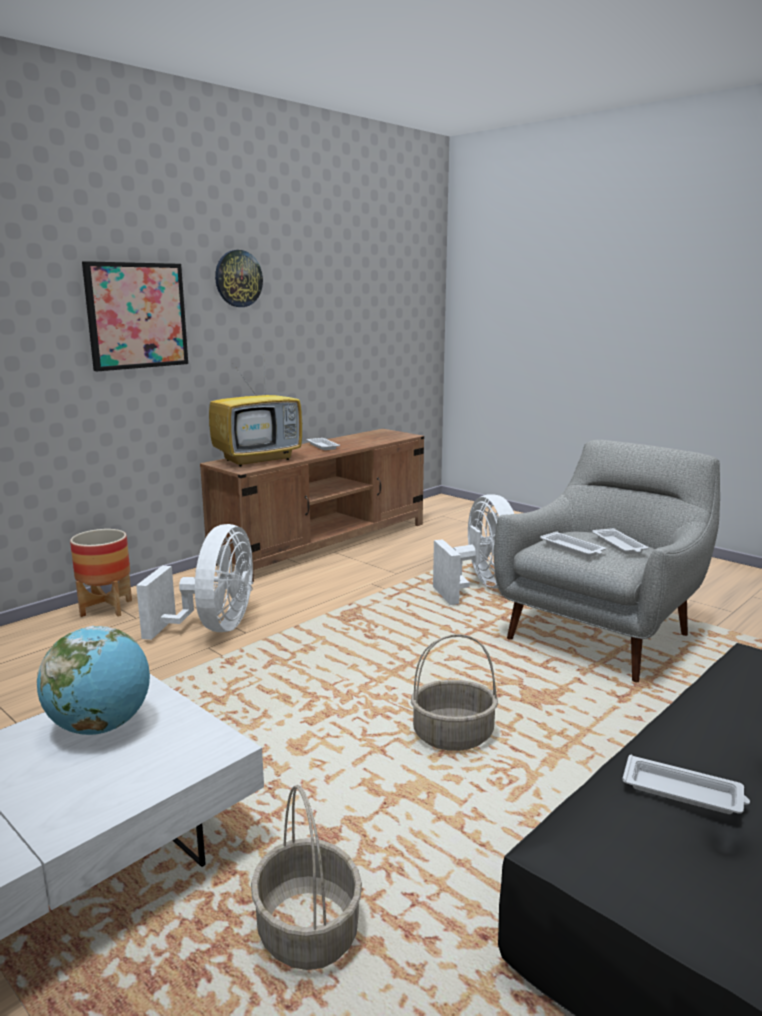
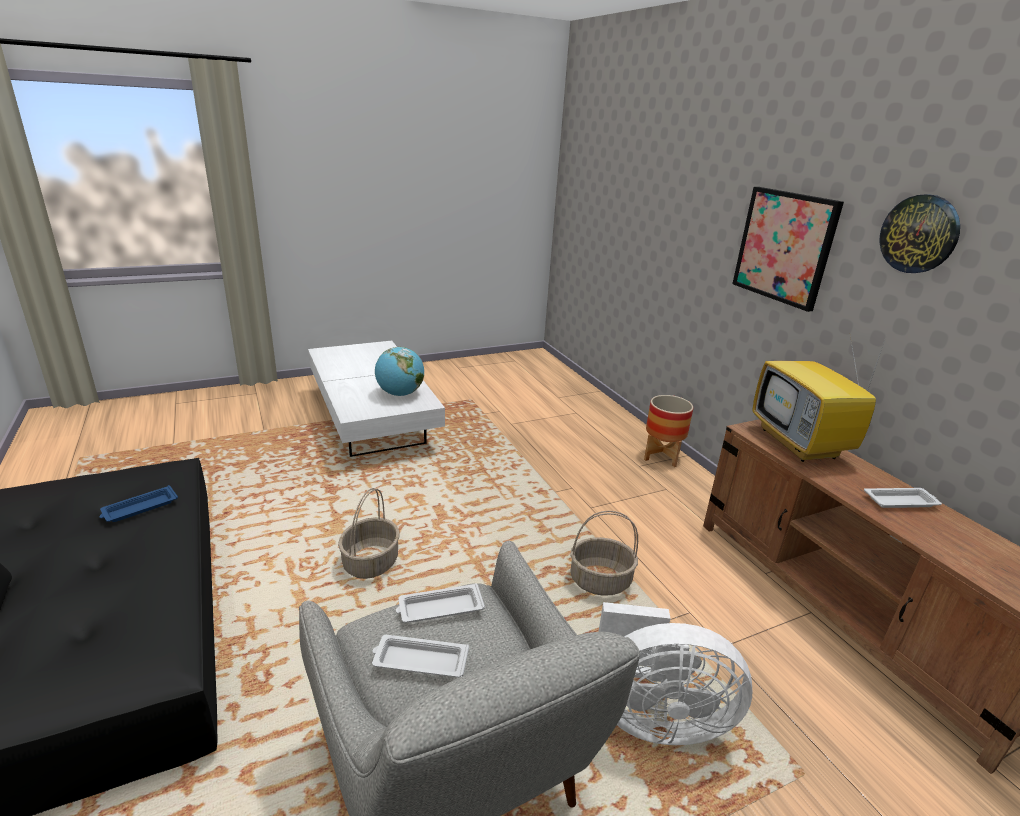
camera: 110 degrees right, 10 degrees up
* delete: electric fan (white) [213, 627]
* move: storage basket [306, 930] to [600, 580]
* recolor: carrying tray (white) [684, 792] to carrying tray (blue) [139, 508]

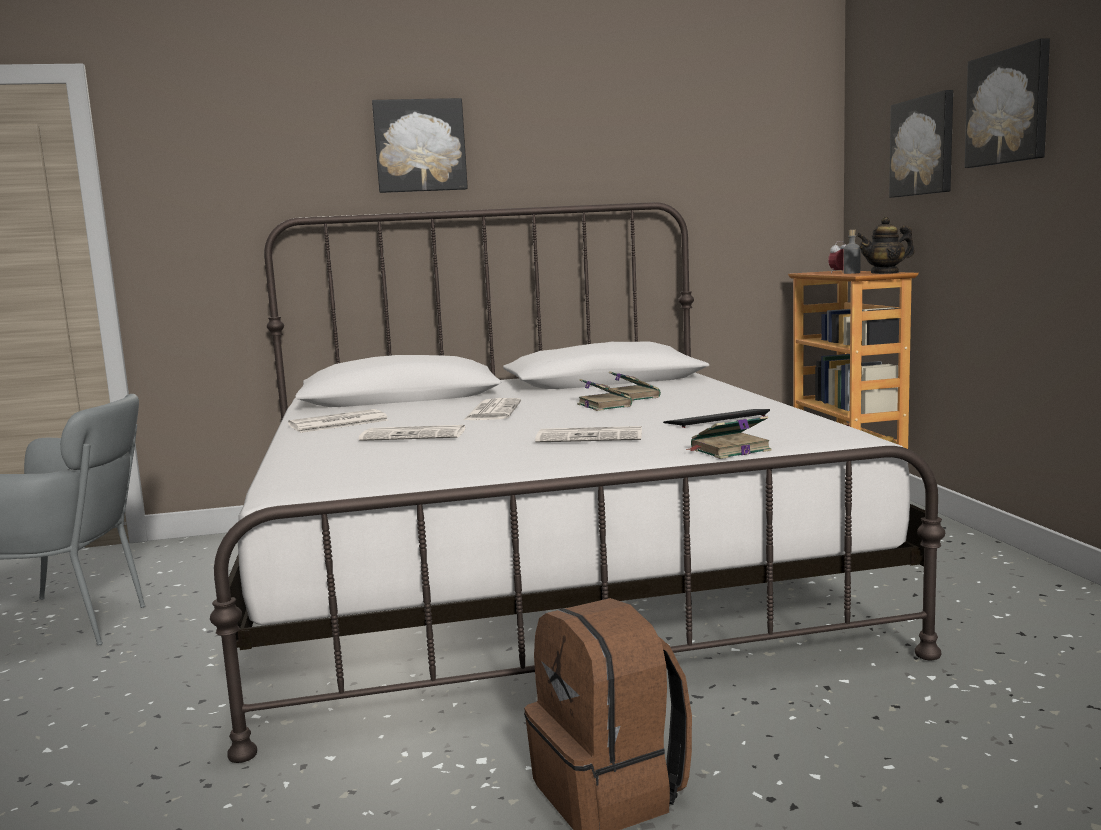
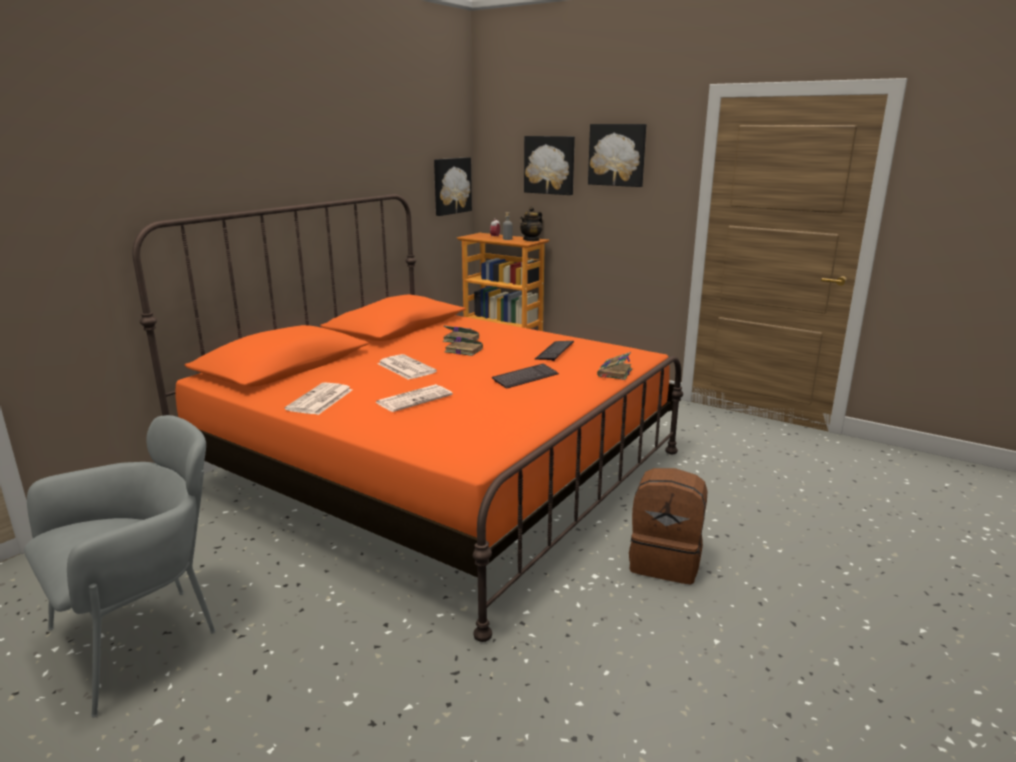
camera: 45 degrees left, 10 degrees up
* move: picture [420, 146] to [451, 186]
* replace: newspaper [591, 437] to computer keyboard [525, 377]
* recolor: bedroom bed (white) [539, 579] to bedroom bed (orangey) [438, 471]

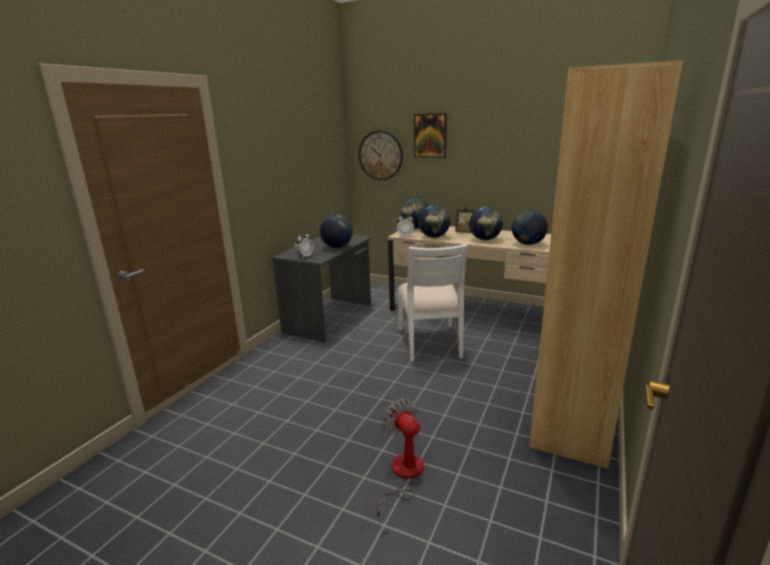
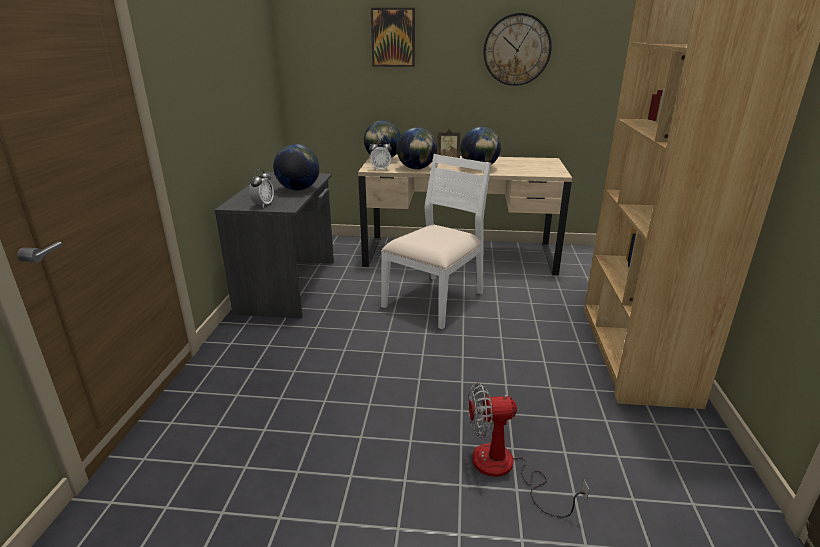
camera: 20 degrees left, 5 degrees up
* delete: world globe [528, 244]
* move: clock on the wall [380, 155] to [516, 50]
* rotate: electric fan [403, 475] = [505, 470] 45 degrees counterclockwise
* rotate: plain chair (white) [430, 342] = [435, 300] 120 degrees counterclockwise

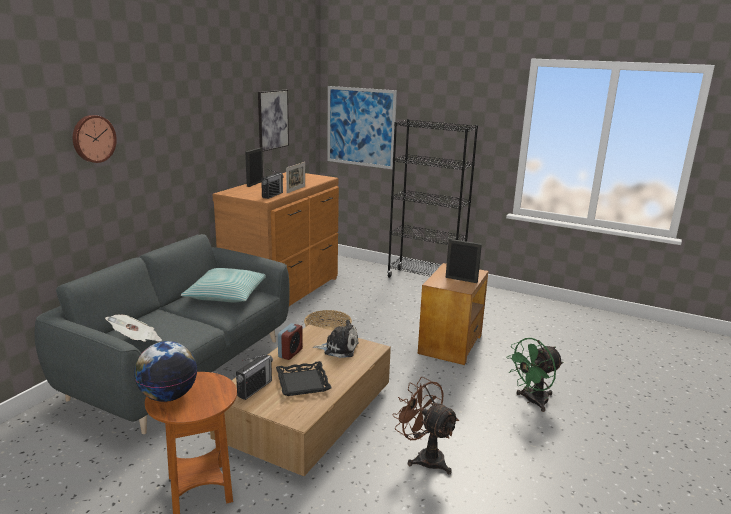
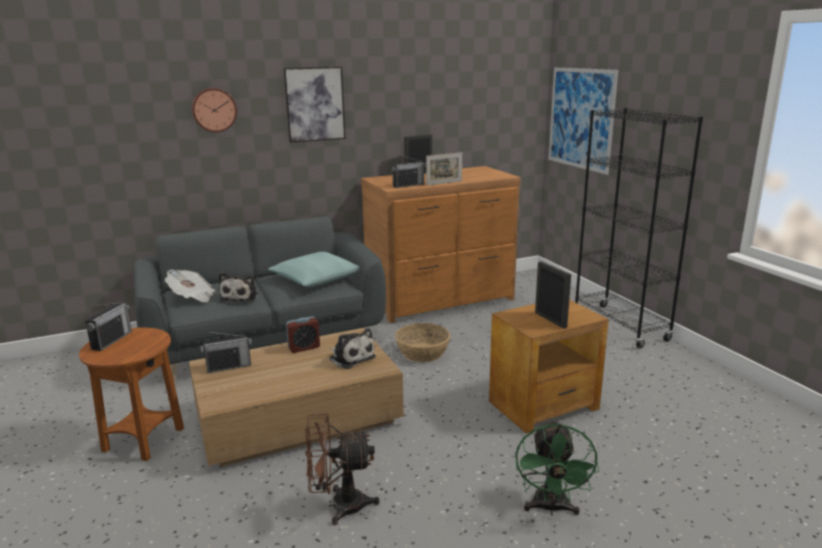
camera: 40 degrees right, 0 degrees up
* delete: carrying tray (blackish) [302, 383]
* insert: plush toy [240, 297]
* move: picture [272, 120] to [315, 104]
* replace: world globe [168, 396] to radio [112, 340]
* rotate: electric fan (brown) [424, 457] = [339, 506] 90 degrees counterclockwise
* rotate: electric fan (green-coloured) [532, 401] = [551, 508] 90 degrees counterclockwise

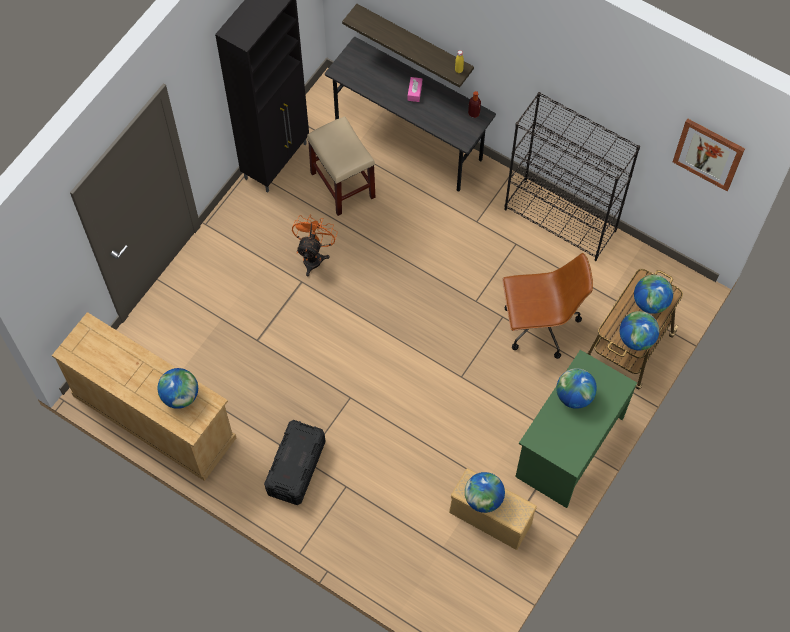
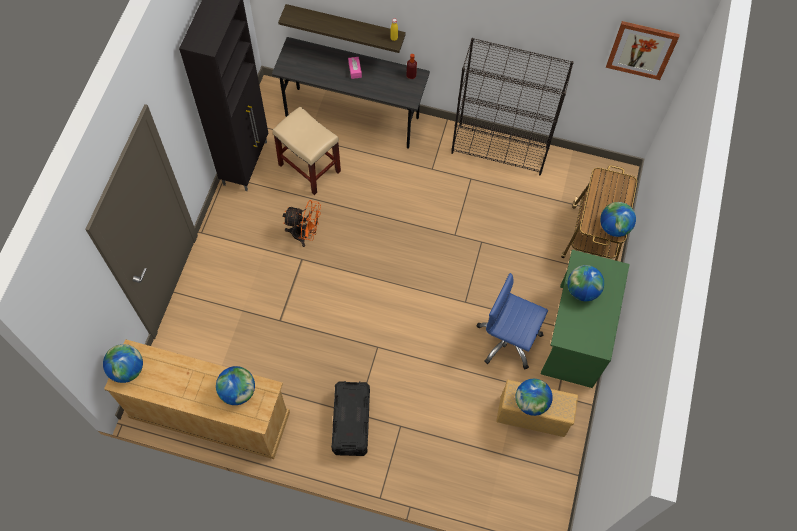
camera: 20 degrees left, 0 degrees up
* delete: office chair (brown) [539, 325]
* insert: office chair (blue) [508, 340]
* move: world globe [650, 302] to [127, 369]
* rotate: electric fan (orangey) [314, 256] = [305, 234] 105 degrees clockwise

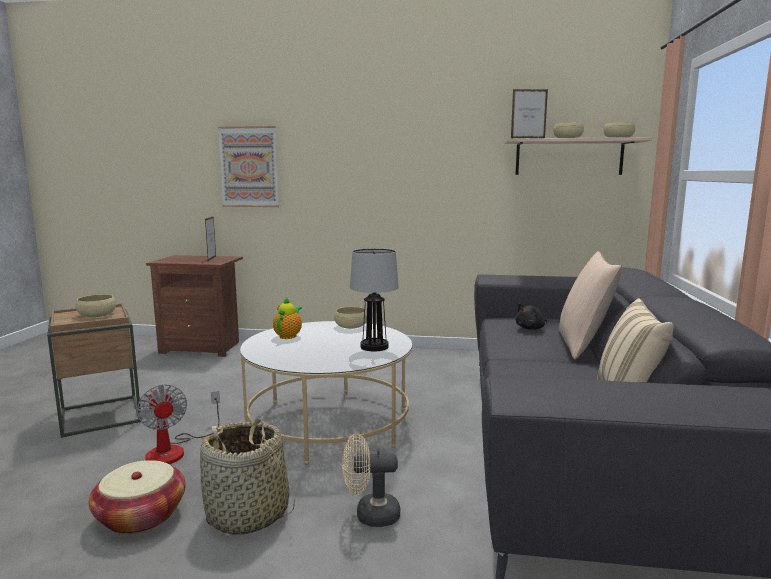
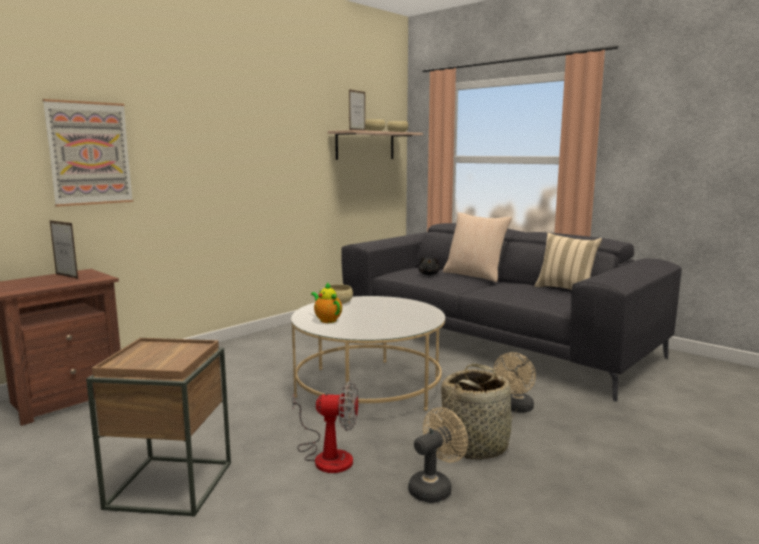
camera: 55 degrees left, 0 degrees up
* delete: bowl (beige) [97, 315]
* delete: table lamp [374, 346]
* replace: storage basket [141, 516] to electric fan (beige) [434, 487]

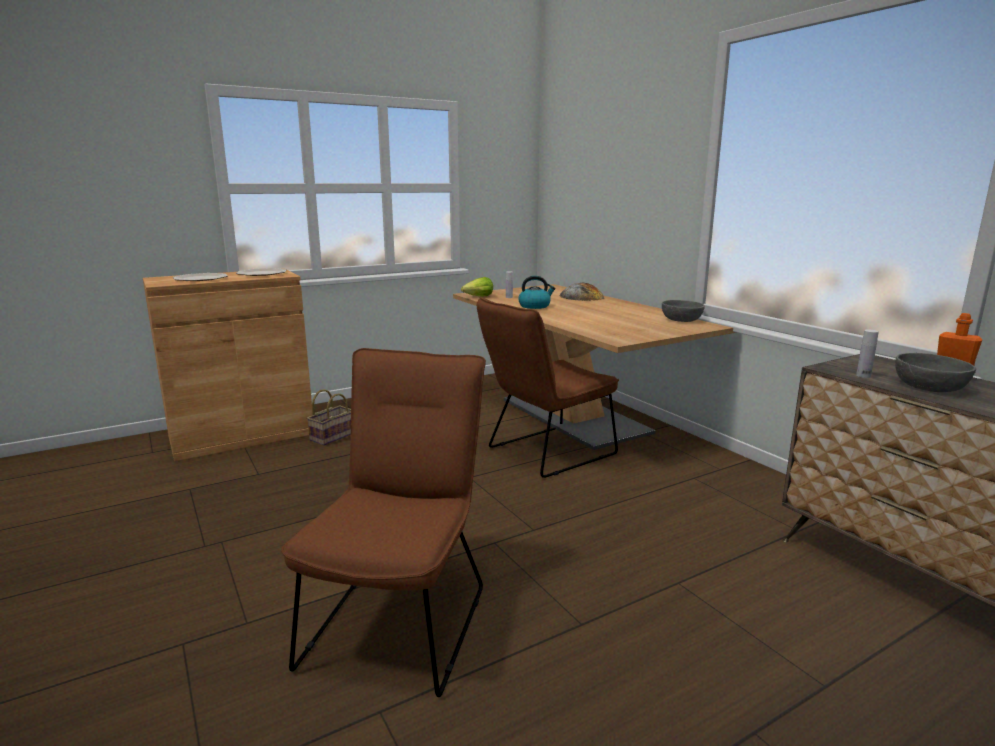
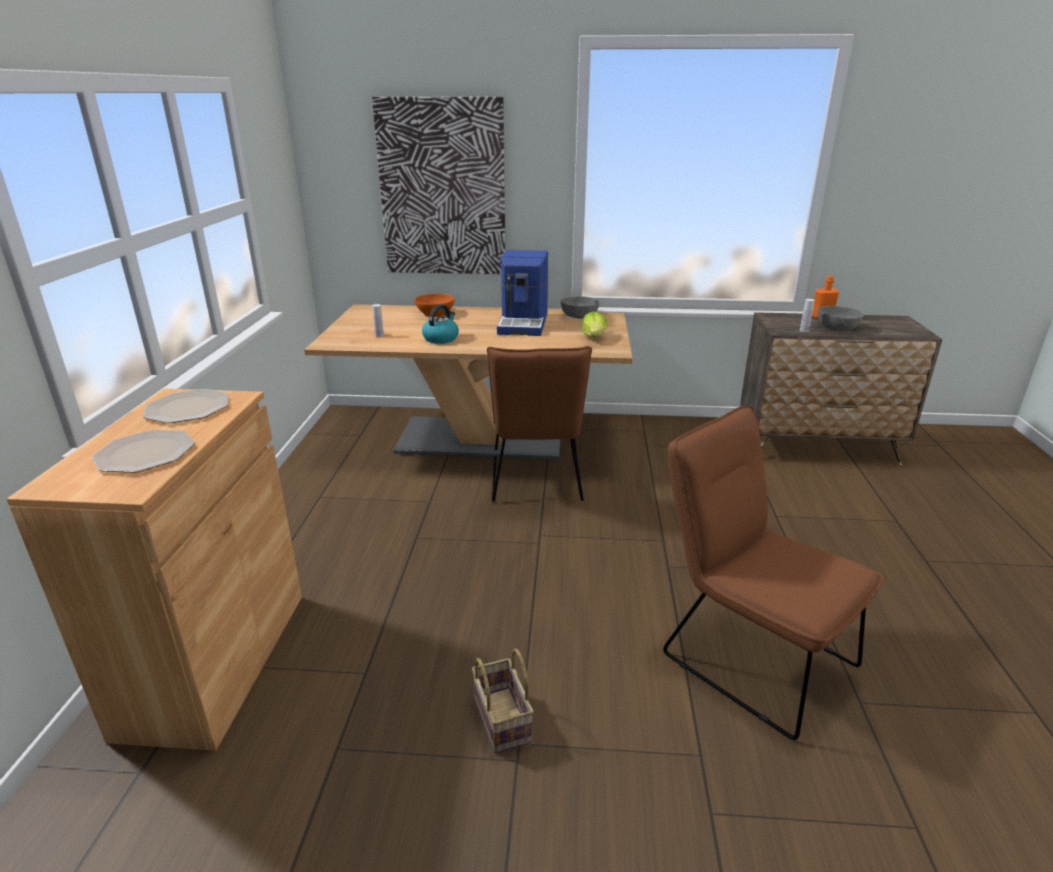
camera: 55 degrees left, 10 degrees up
* insert: picture [442, 189]
* insert: coffee brewer [524, 323]
* move: storage basket [333, 436] to [500, 718]
* move: lettuce [479, 297] to [594, 337]
* replace: bread [581, 297] to bowl (orangey) [435, 313]

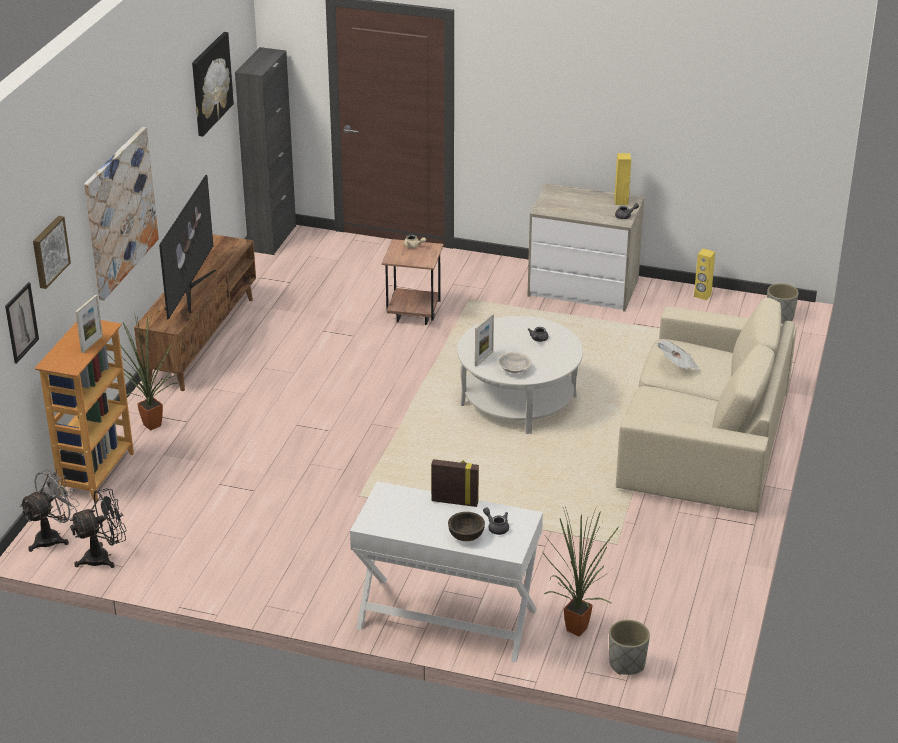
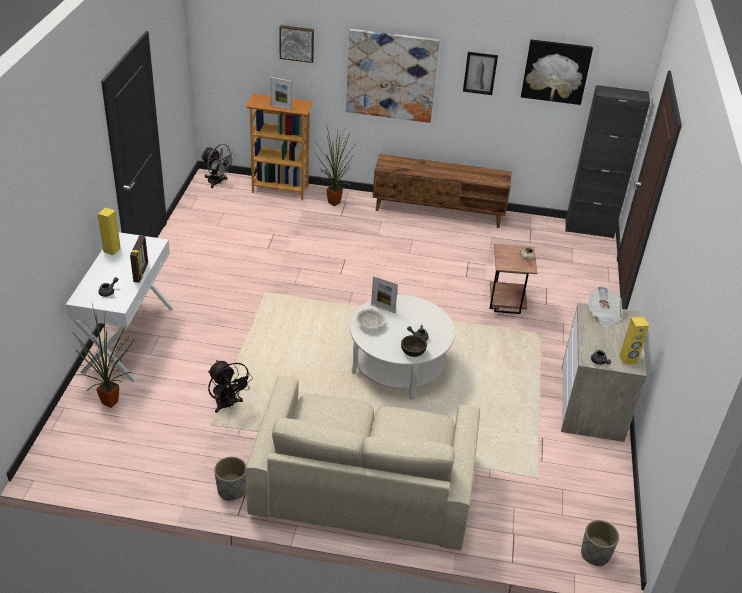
camera: 80 degrees right, 5 degrees up
* delete: TV set [189, 290]
* move: picture [21, 322] to [480, 73]
* move: electric fan (blackish) [104, 557] to [228, 405]
* move: bowl (brown) [466, 536] to [412, 352]
* move: plant pot (grey) [626, 664] to [231, 490]
* move: newspaper [677, 365] to [603, 315]
* move: audio speaker (yellowish) [702, 295] to [111, 250]

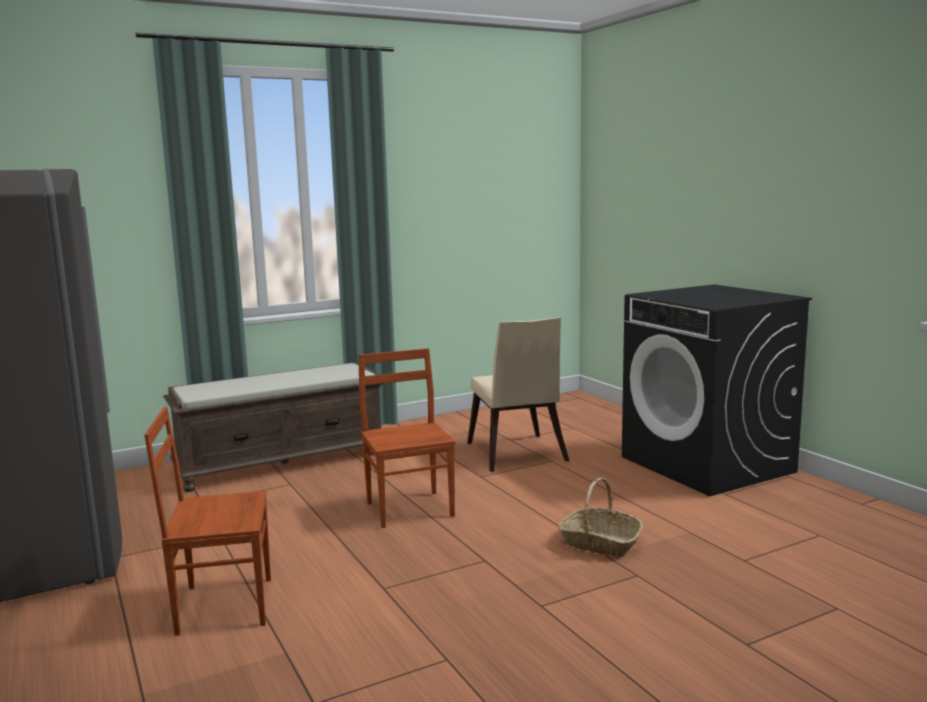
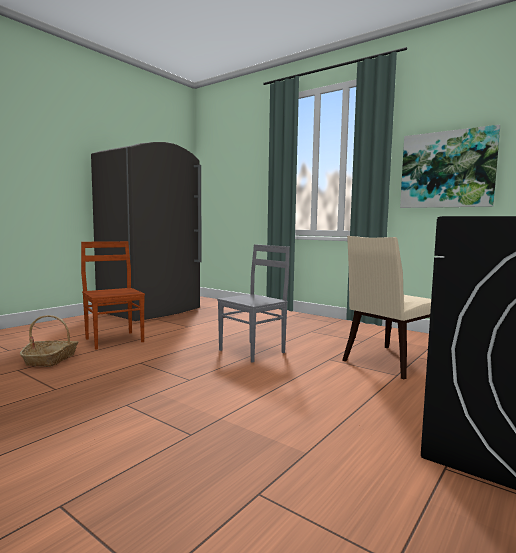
camera: 65 degrees right, 5 degrees down
* delete: indoor bench (brown) [283, 462]
* insert: picture [447, 169]
* move: storage basket [599, 543] to [51, 359]
* recolor: plain chair (brown) [410, 508] to plain chair (grey) [253, 351]

